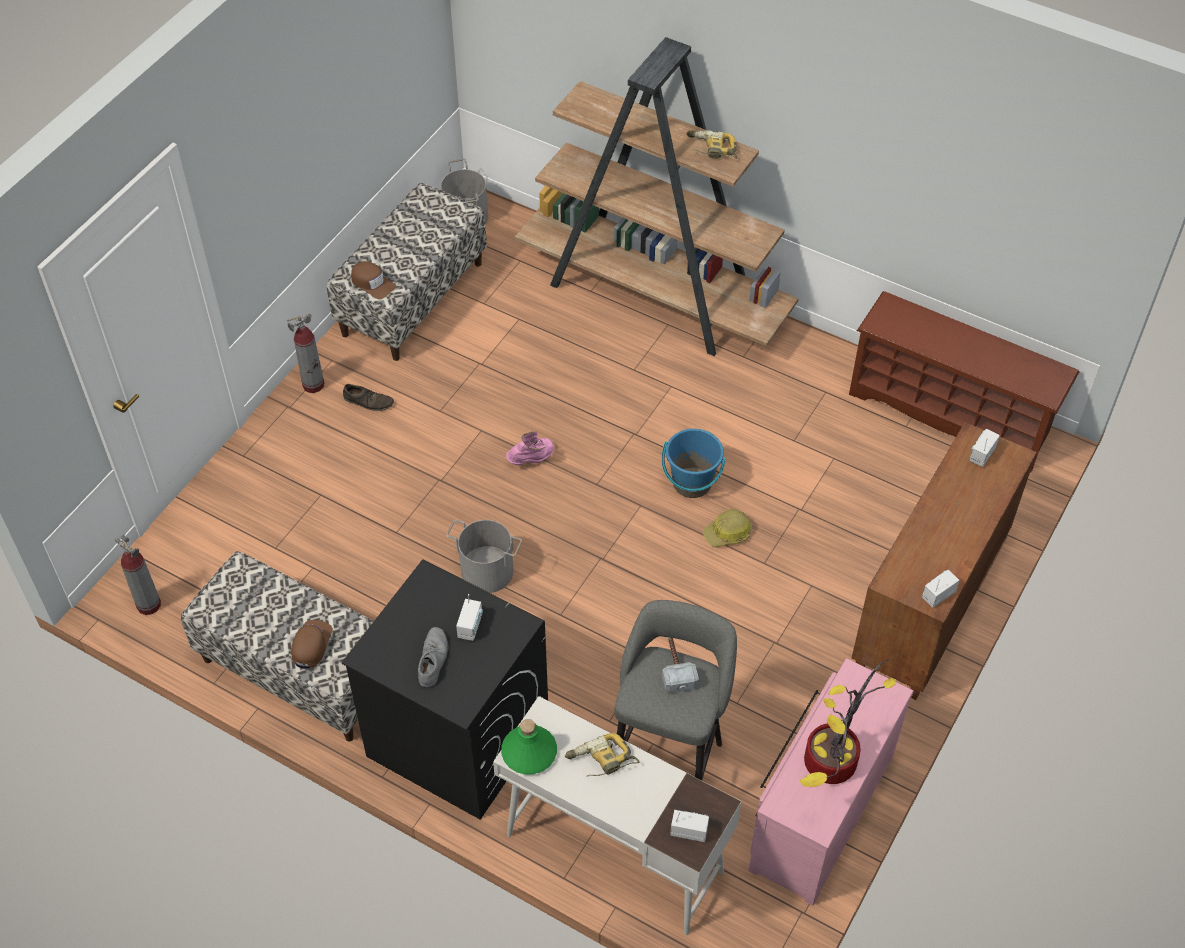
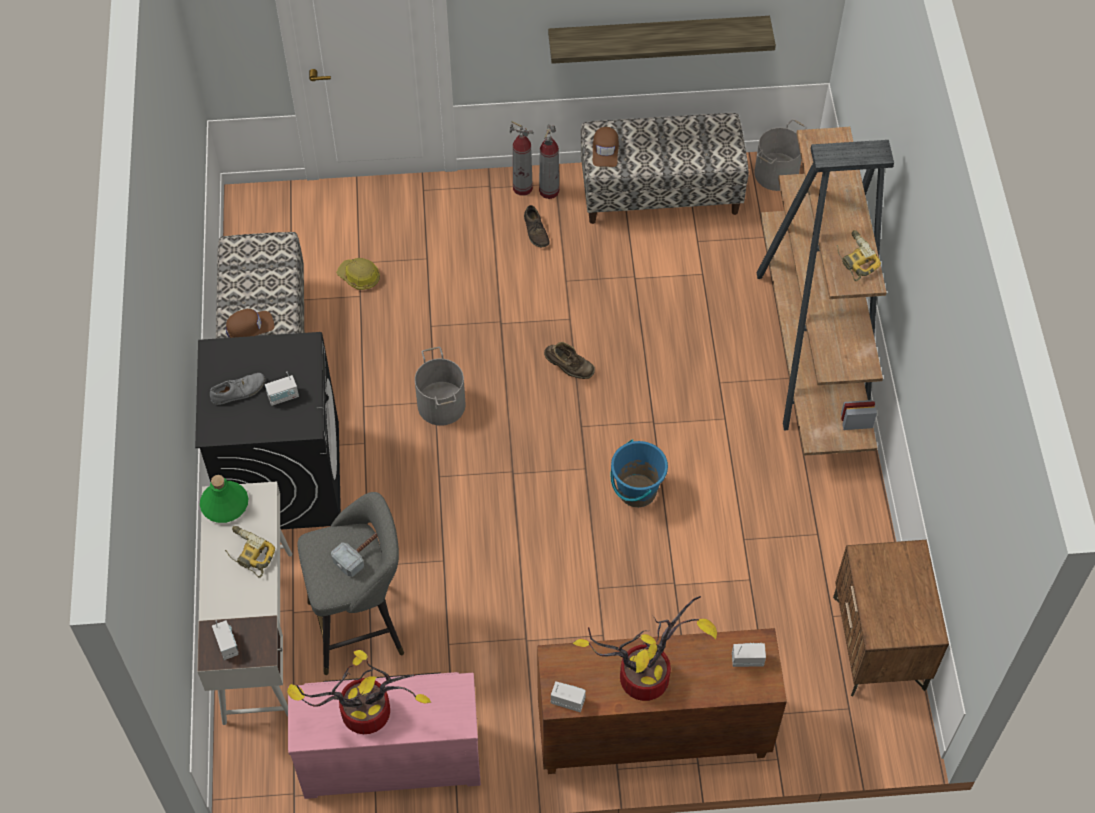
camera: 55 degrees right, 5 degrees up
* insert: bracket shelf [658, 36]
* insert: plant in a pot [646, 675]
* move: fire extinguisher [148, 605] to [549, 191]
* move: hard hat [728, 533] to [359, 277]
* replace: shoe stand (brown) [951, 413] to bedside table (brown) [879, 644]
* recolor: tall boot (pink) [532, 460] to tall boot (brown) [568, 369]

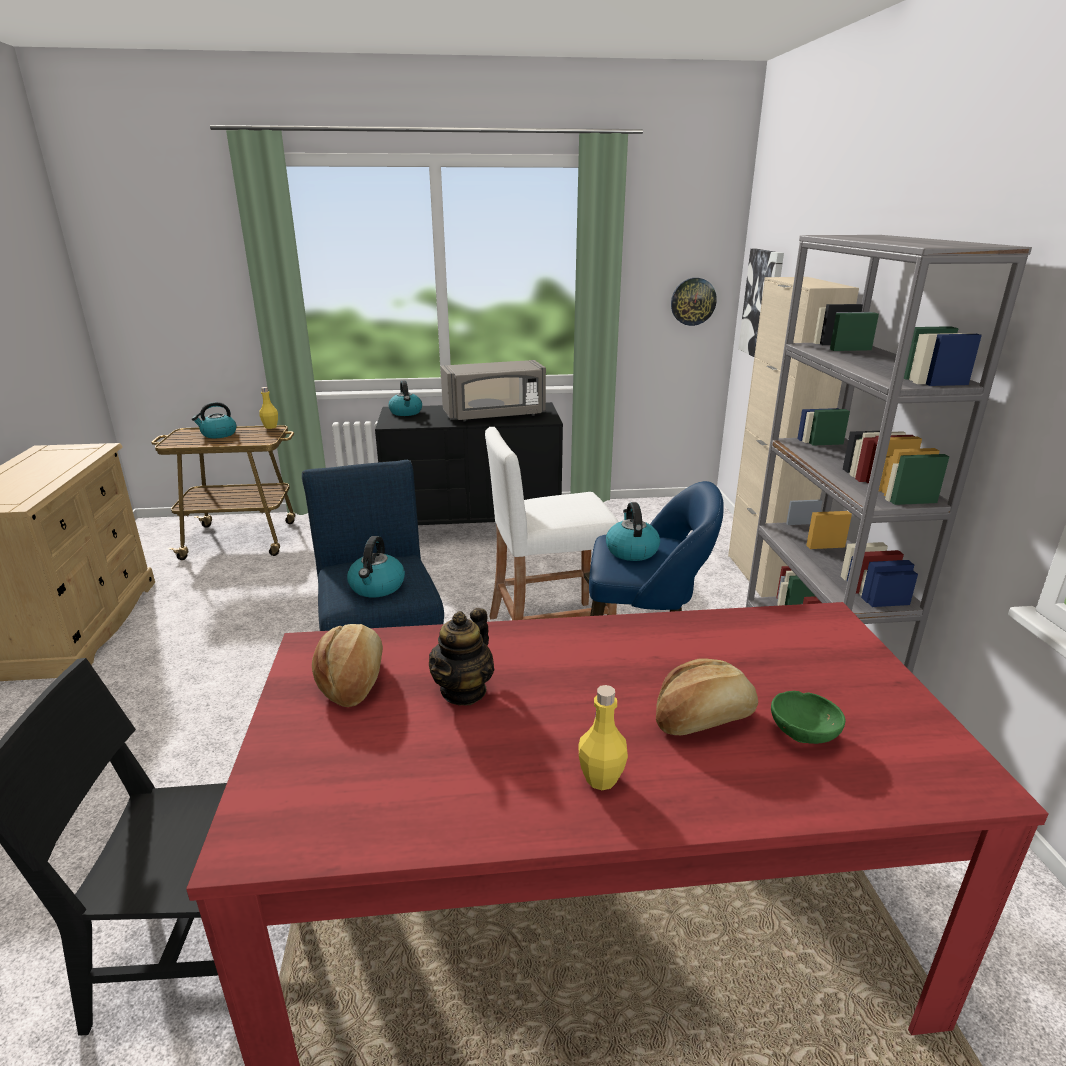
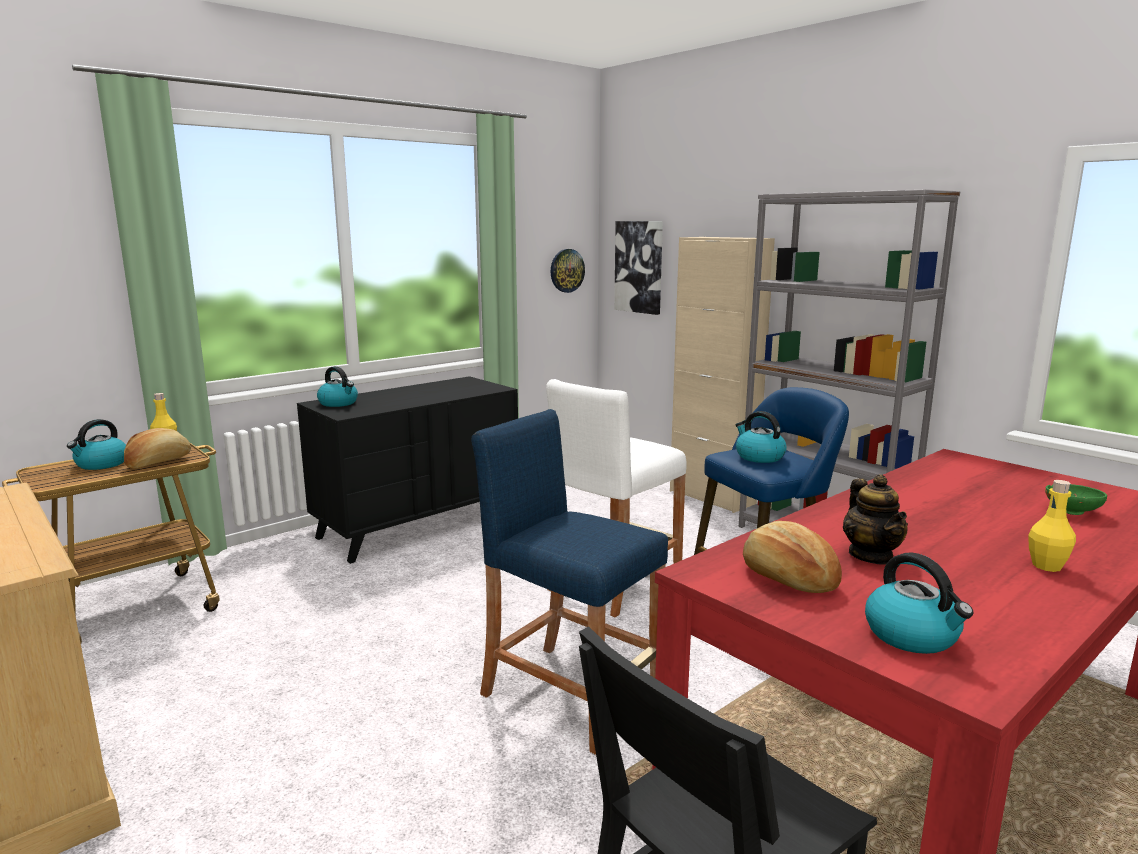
camera: 35 degrees left, 10 degrees down
* delete: kitchen microwave (grey) [495, 415]
* move: tea kettle [377, 587] to [913, 635]
* move: bread [703, 718] to [158, 462]

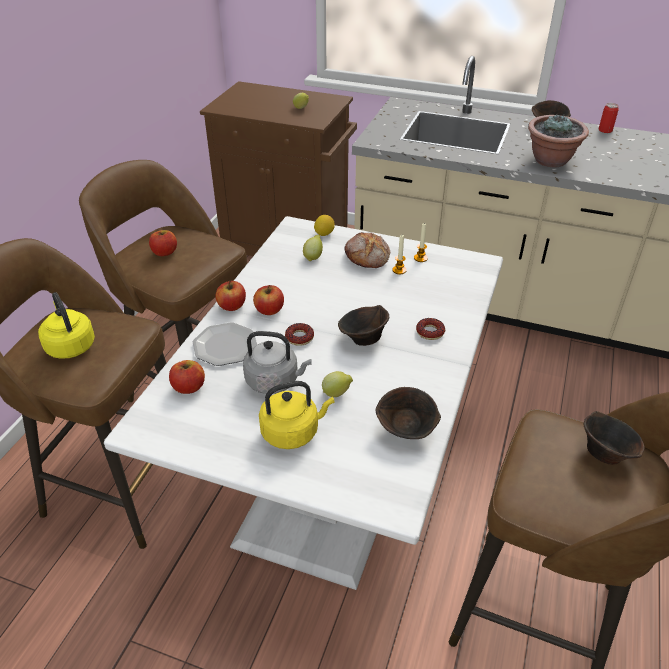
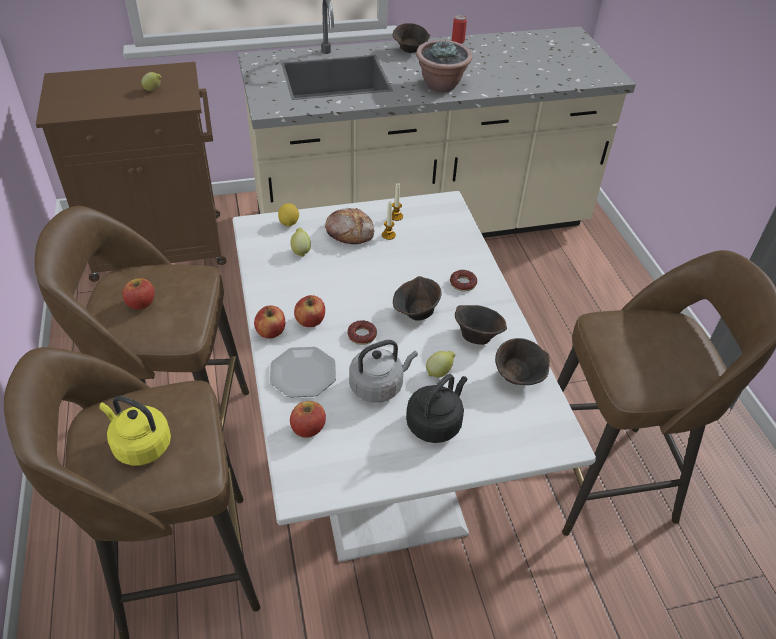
camera: 35 degrees left, 5 degrees up
* move: bowl (brown) [605, 453] to [476, 336]
* recolor: tea kettle (yellowish) [293, 432] to tea kettle (blackish) [435, 423]

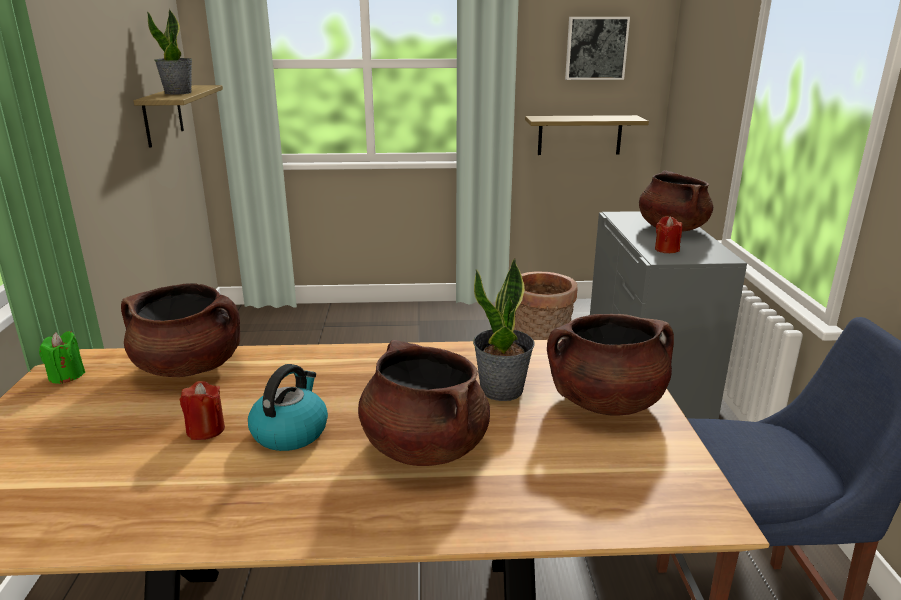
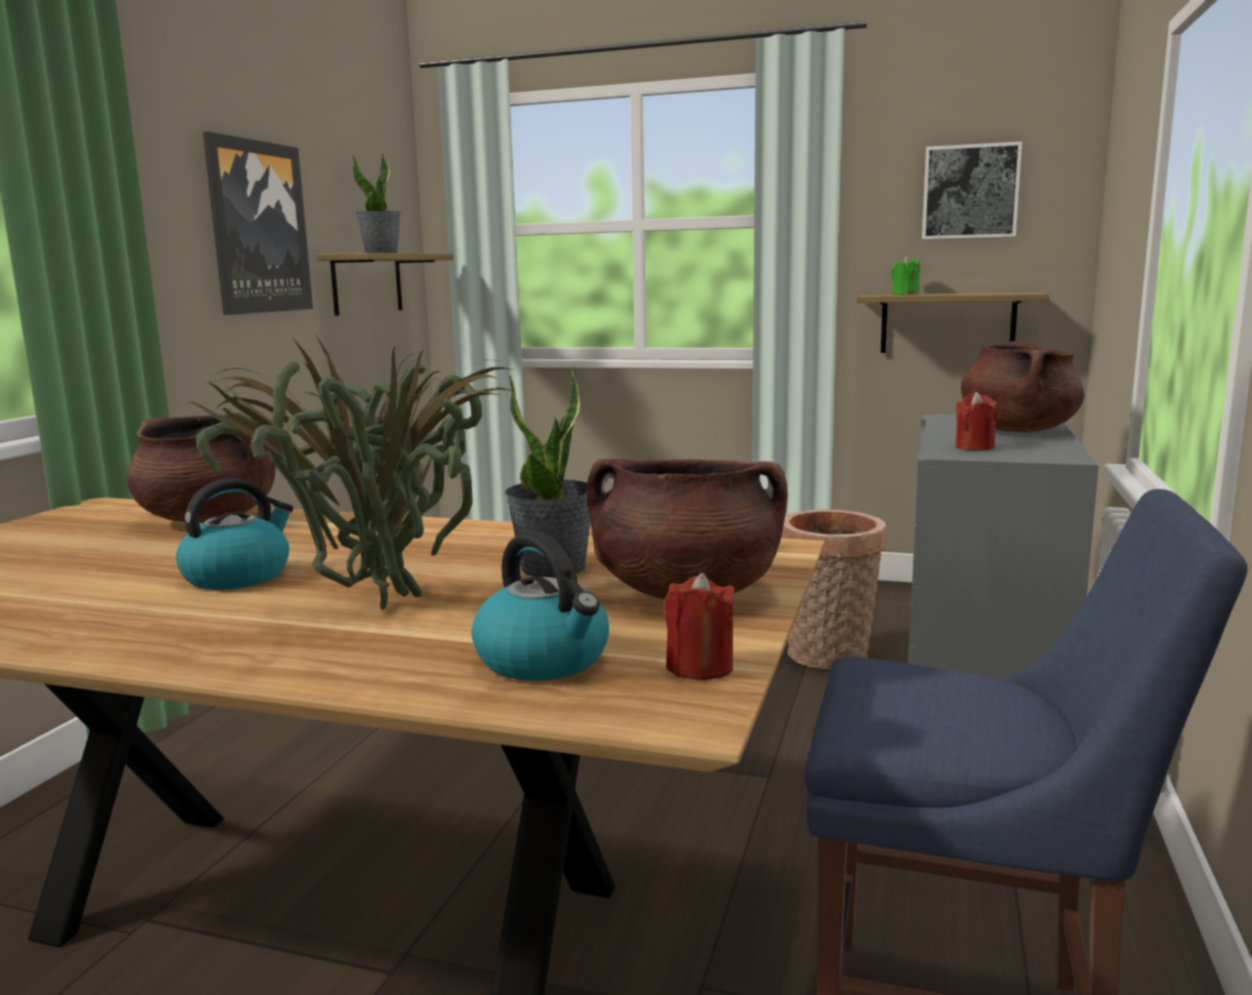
camera: 20 degrees right, 10 degrees down
* insert: picture [258, 227]
* insert: tea kettle [544, 660]
* move: candle (green-coloured) [66, 376] to [905, 294]
* move: candle (reddish) [205, 430] to [699, 667]
* replace: saucepot (brown) [424, 447] to plant in a pot [374, 604]

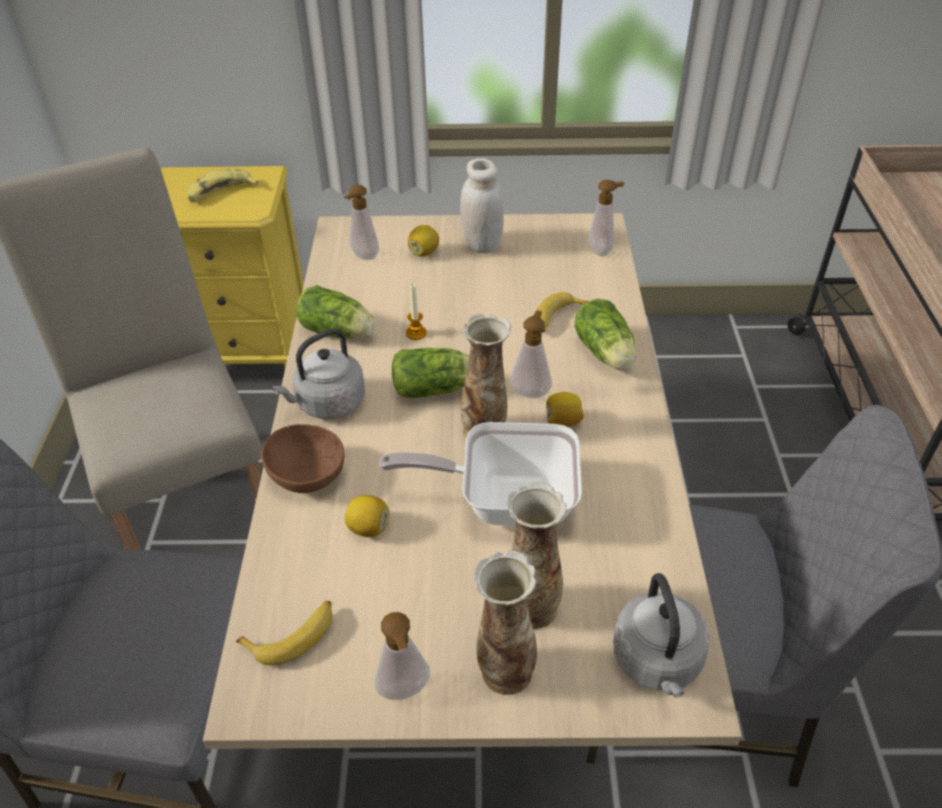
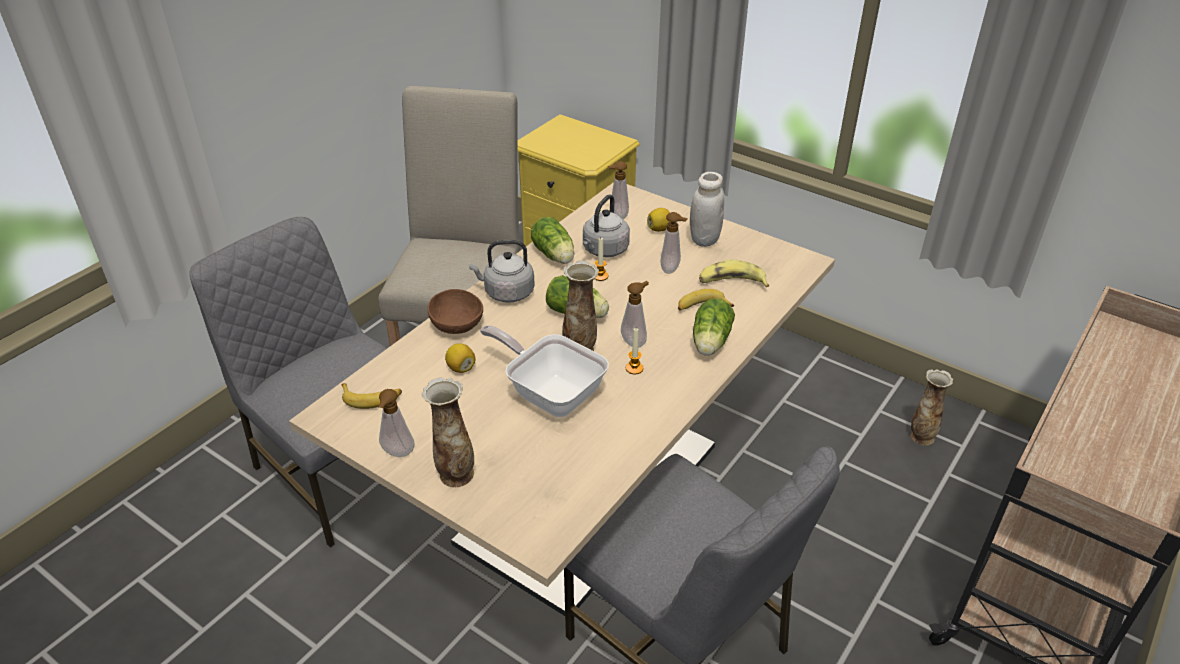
camera: 35 degrees right, 5 degrees down
* move: whole banana [221, 193] to [731, 282]
* move: flower vase [532, 607] to [921, 436]
* move: soap bottle [602, 250] to [672, 269]
* move: tea kettle (grey) [657, 662] to [604, 250]
* replace: lemon [563, 422] to candle [634, 368]

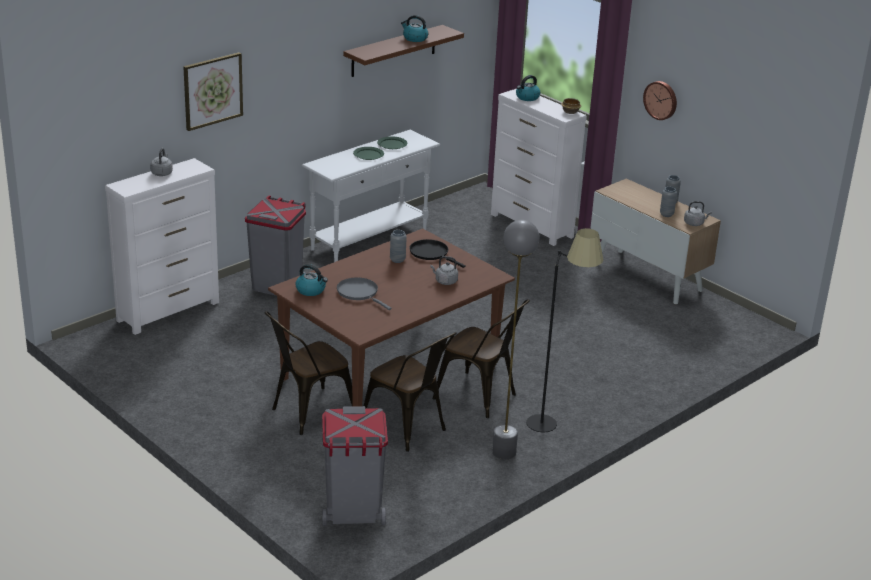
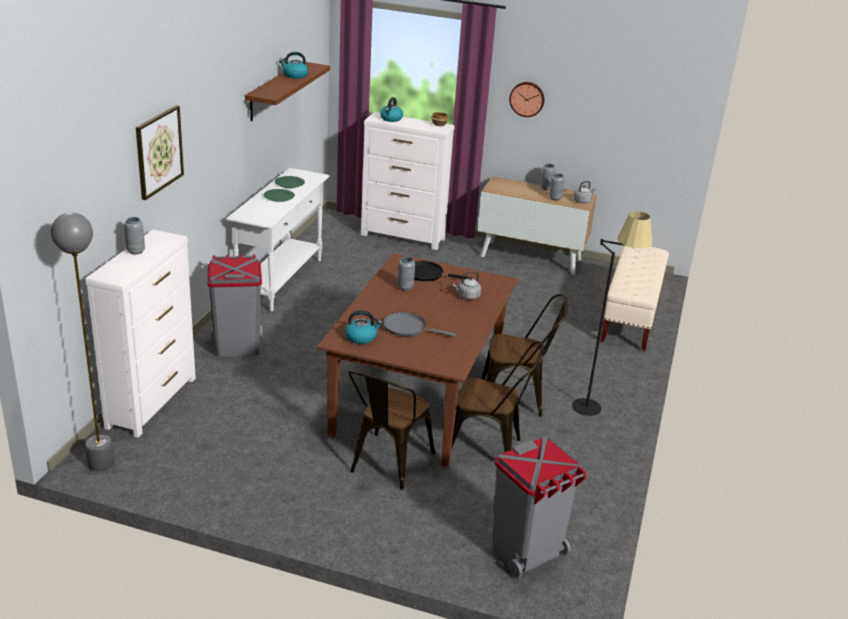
camera: 30 degrees left, 0 degrees up
* insert: indoor bench (beige) [630, 318]
* move: standard lamp (grey) [504, 452] to [101, 463]
* replace: tea kettle (grey) [162, 173] to flower vase (grey) [136, 251]

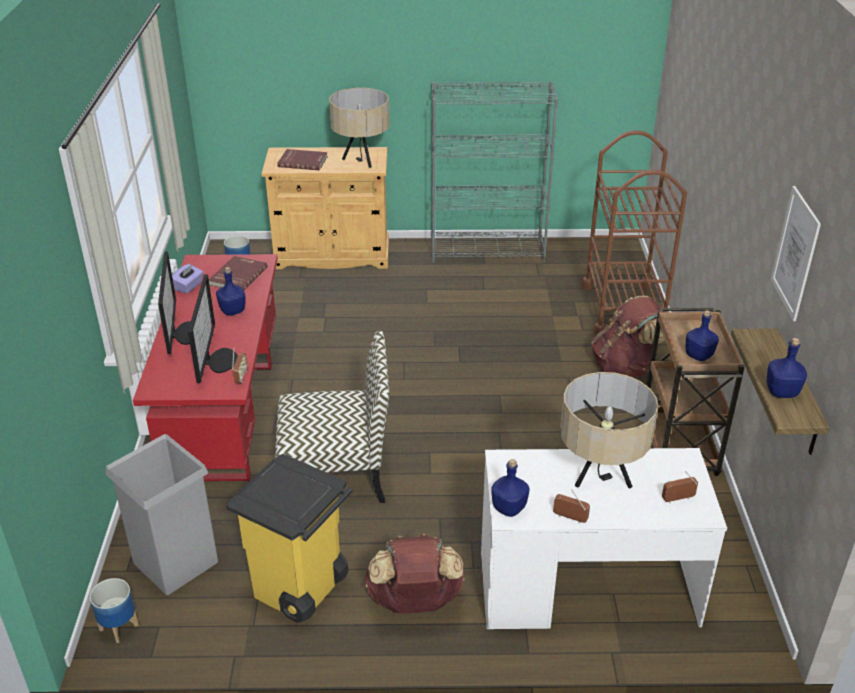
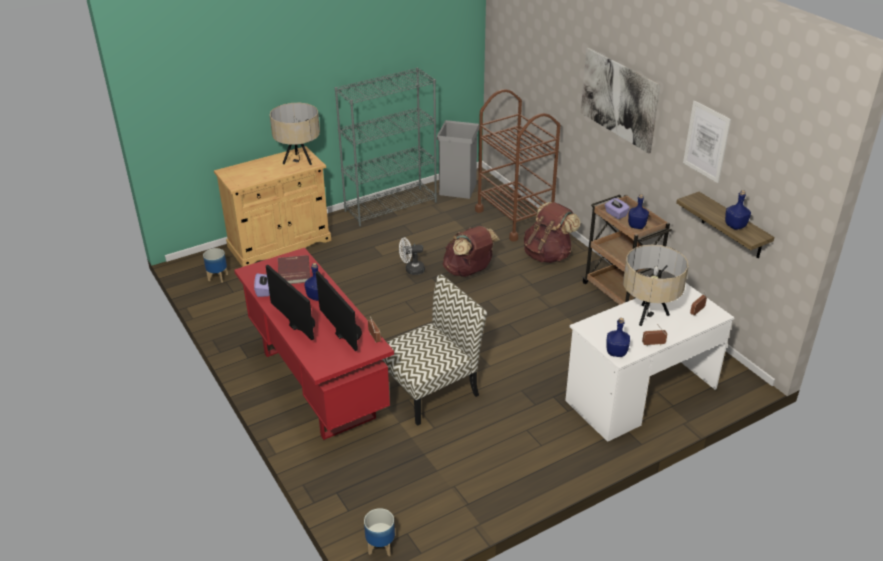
camera: 30 degrees left, 0 degrees up
* delete: waste bin (yellowish) [300, 589]
* delete: bound book (reddish) [303, 161]
* insert: electric fan (white) [411, 270]
* insert: picture [619, 99]
* insert: box of tissues (purple-coloured) [615, 214]
* move: waste bin (grey) [175, 561] to [457, 189]
* move: backpack (brown) [414, 602] to [469, 271]

